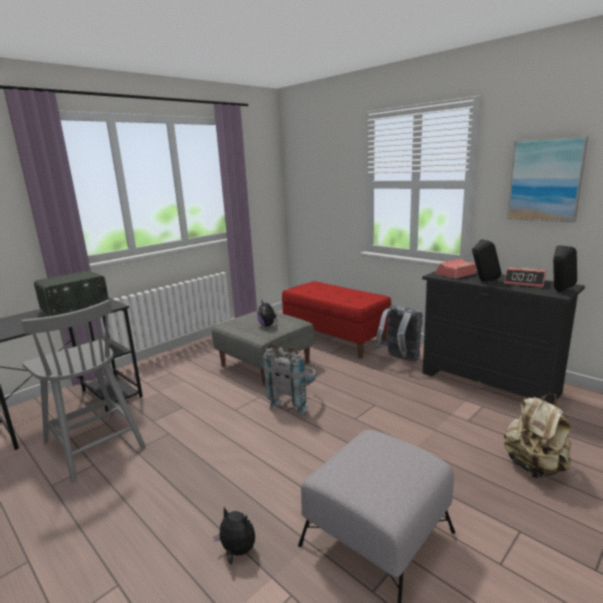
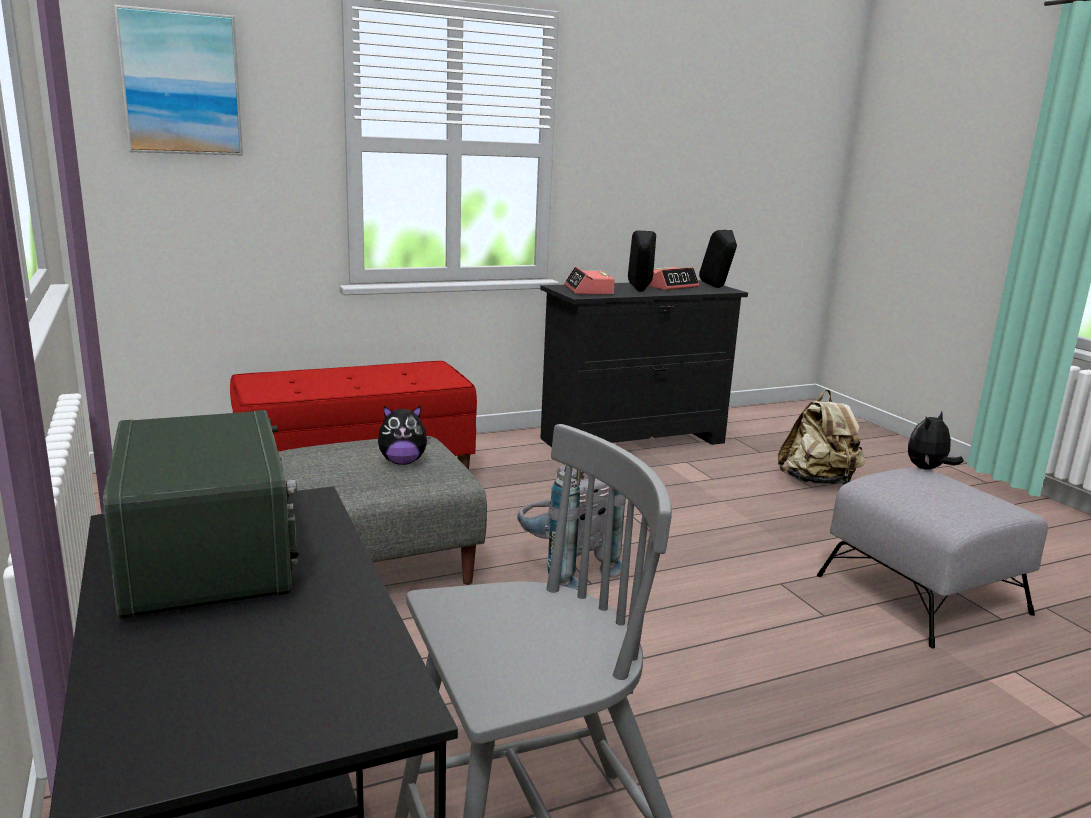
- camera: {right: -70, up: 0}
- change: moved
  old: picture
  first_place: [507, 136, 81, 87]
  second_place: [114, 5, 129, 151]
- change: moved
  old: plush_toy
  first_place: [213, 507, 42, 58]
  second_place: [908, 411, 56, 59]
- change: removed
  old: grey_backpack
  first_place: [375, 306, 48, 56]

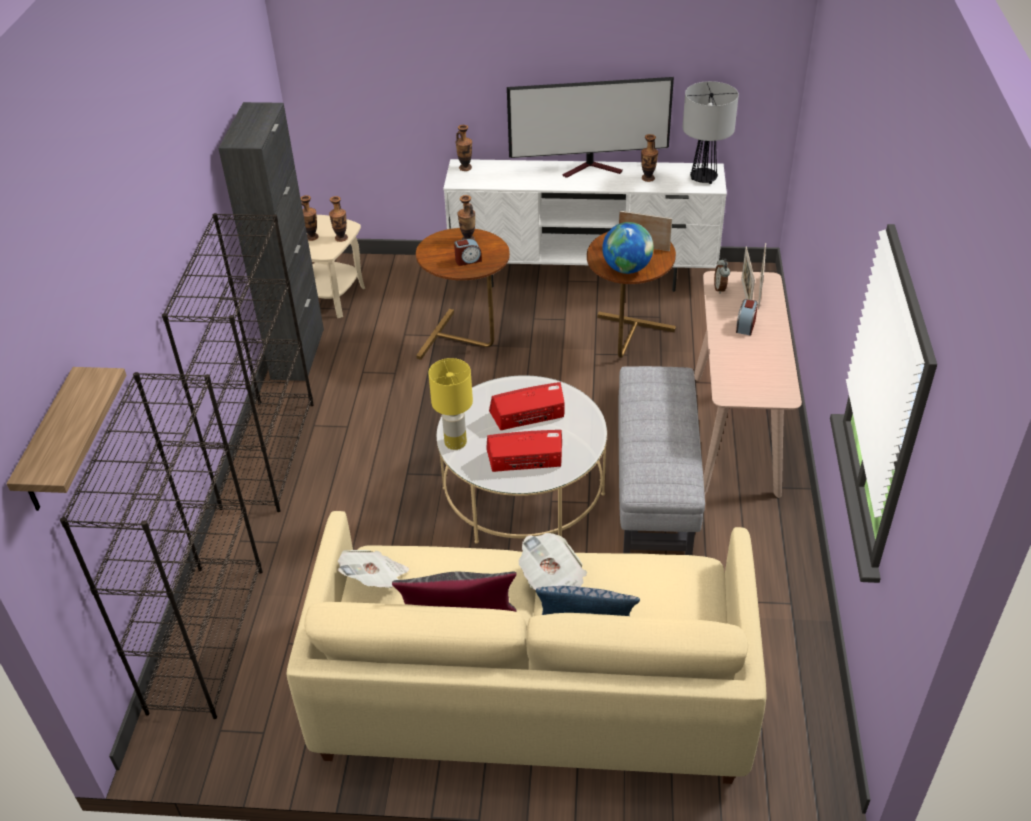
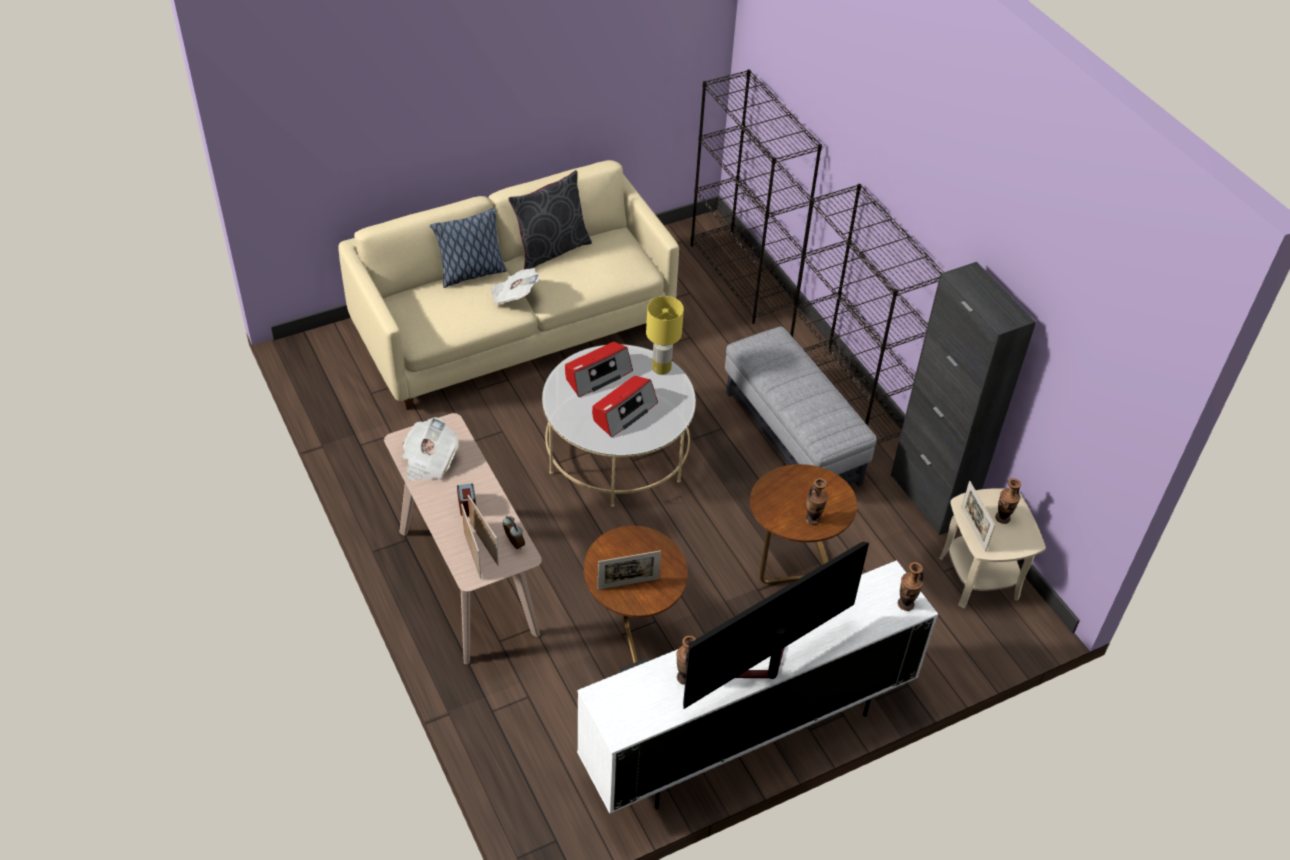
- camera: {right: 145, up: 5}
- change: moved
  old: newspaper
  first_place: [338, 550, 71, 38]
  second_place: [402, 417, 57, 64]
- change: moved
  old: grey_ottoman
  first_place: [618, 366, 87, 189]
  second_place: [725, 326, 152, 161]
- change: replaced
  old: vase
  new: picture_frame
  first_place: [329, 196, 19, 46]
  second_place: [961, 481, 34, 71]
- change: removed
  old: shelf
  first_place: [7, 367, 119, 144]
- change: removed
  old: alarm_clock
  first_place: [454, 239, 28, 27]
- change: removed
  old: globe
  first_place: [602, 222, 52, 52]
- change: removed
  old: table_lamp
  first_place: [682, 81, 57, 103]

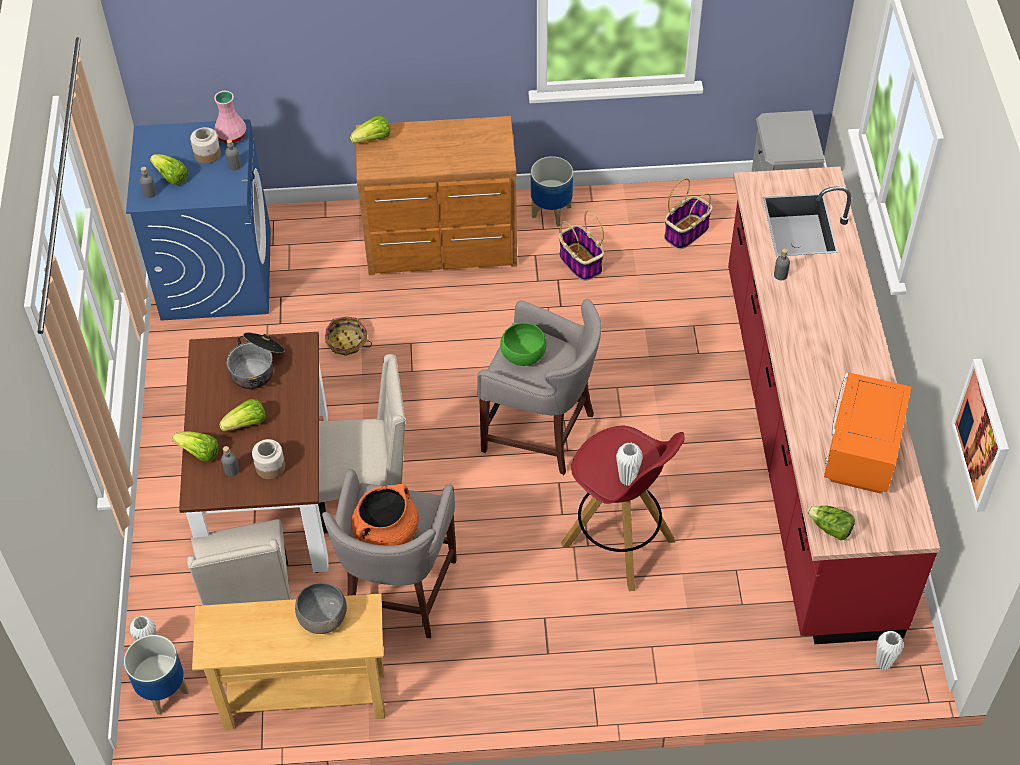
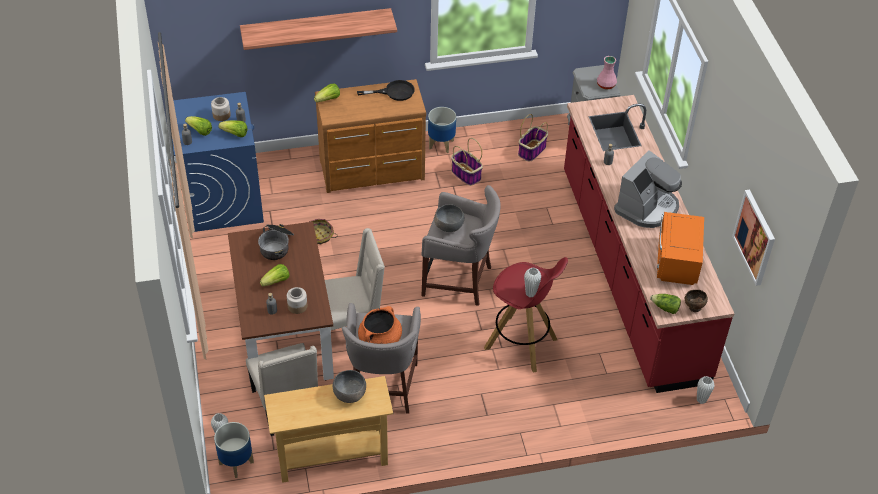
- camera: {right: -10, up: -5}
- change: moved
  old: lettuce
  first_place: [172, 431, 47, 30]
  second_place: [218, 120, 30, 17]
- change: added
  new: shelf
  second_place: [240, 8, 157, 42]
- change: added
  new: black_frying_pan
  second_place: [357, 80, 58, 21]
- change: recoloured
  old: green_bowl
  new: grey_bowl
  first_place: [500, 323, 47, 43]
  second_place: [434, 204, 30, 28]
- change: moved
  old: pink_vase
  first_place: [214, 90, 32, 53]
  second_place: [597, 56, 20, 34]
- change: added
  new: coffee_machine
  second_place: [614, 150, 68, 78]
- change: added
  new: brown_bowl
  second_place: [685, 290, 23, 22]

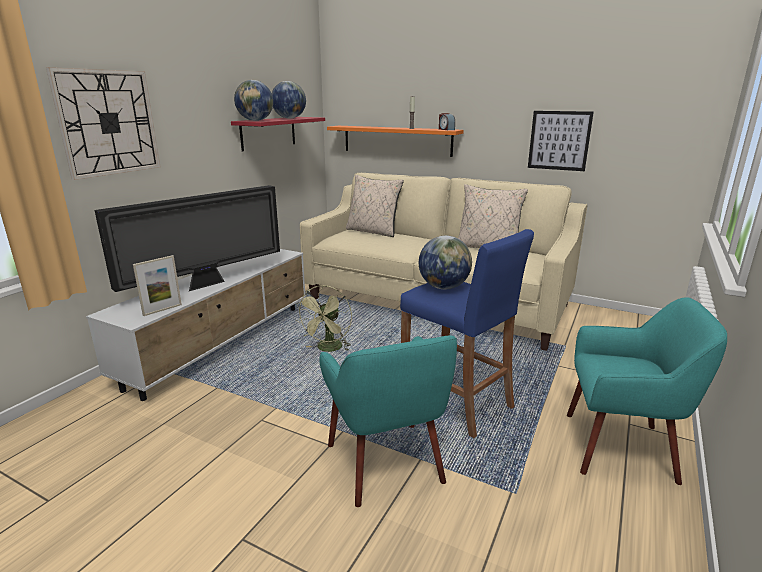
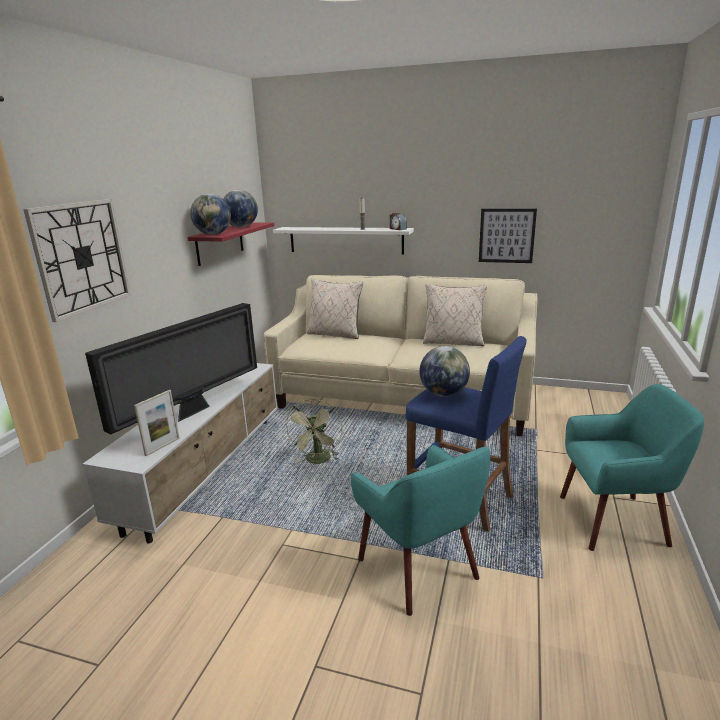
- camera: {right: -10, up: 0}
- change: recoloured
  old: orange_shelf
  new: white_shelf
  first_place: [327, 126, 137, 31]
  second_place: [273, 227, 141, 28]

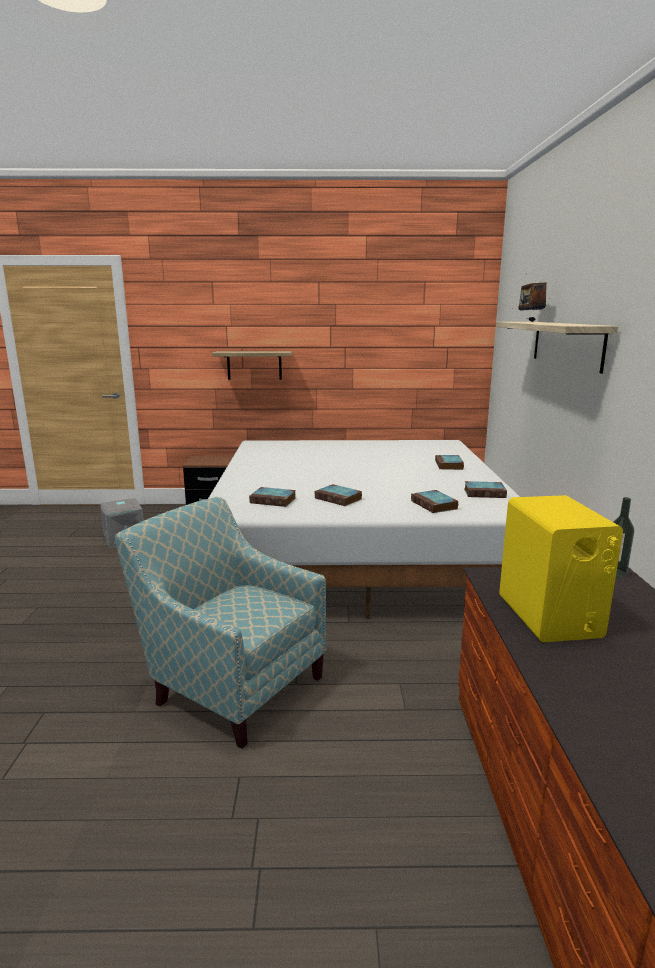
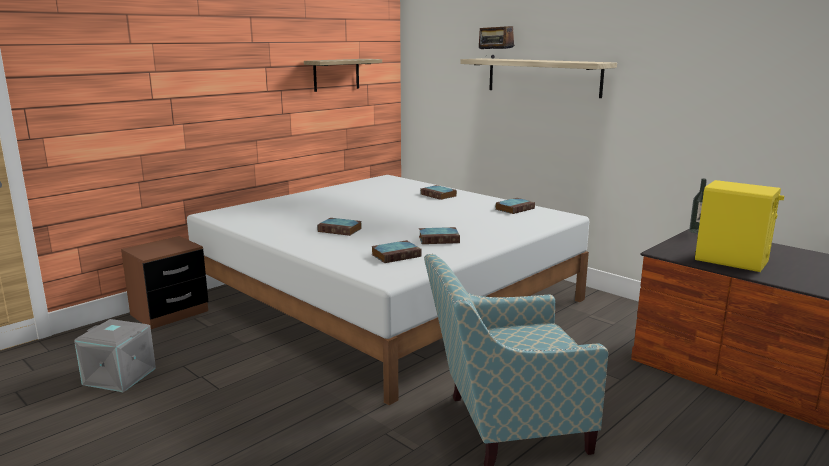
- camera: {right: -45, up: 0}
- change: moved
  old: shelf
  first_place: [212, 351, 80, 29]
  second_place: [304, 59, 78, 33]
- change: moved
  old: book
  first_place: [411, 490, 47, 23]
  second_place: [317, 218, 45, 18]

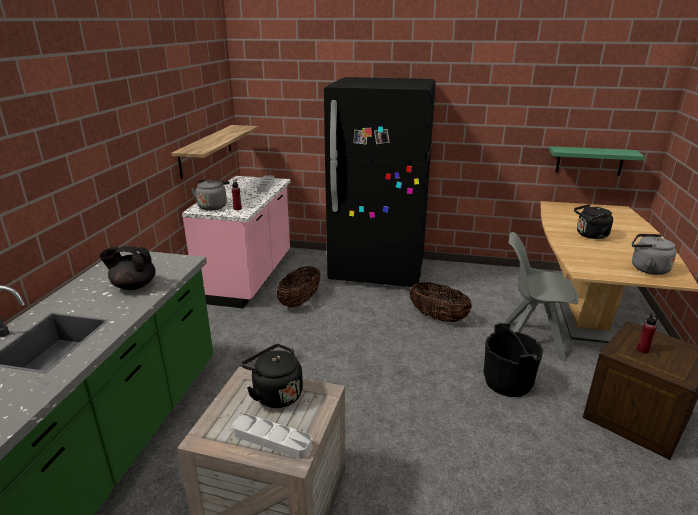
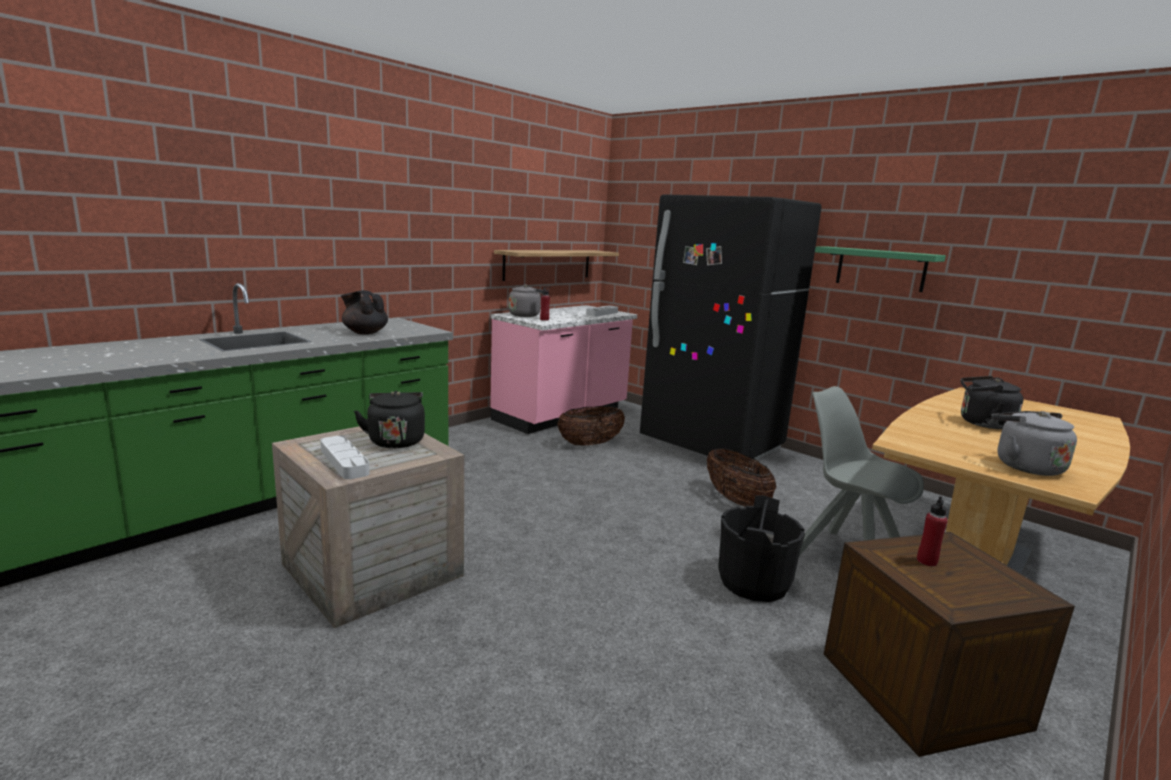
- camera: {right: 30, up: -10}
- change: moved
  old: green_shelf
  first_place: [549, 146, 96, 30]
  second_place: [815, 246, 131, 46]

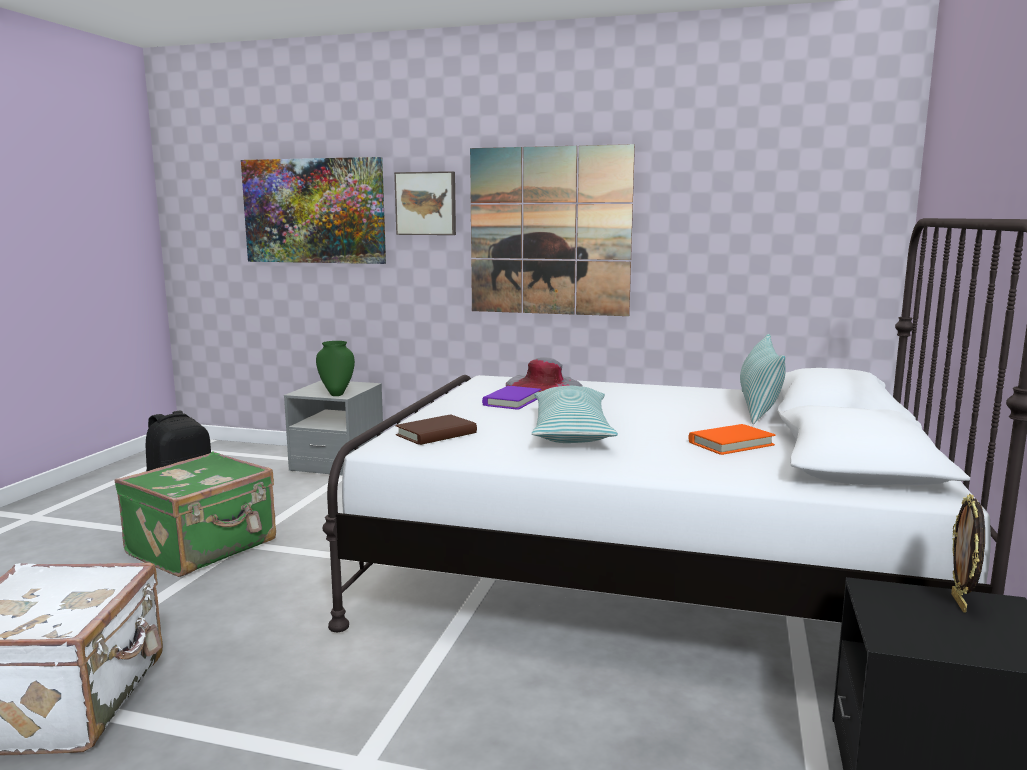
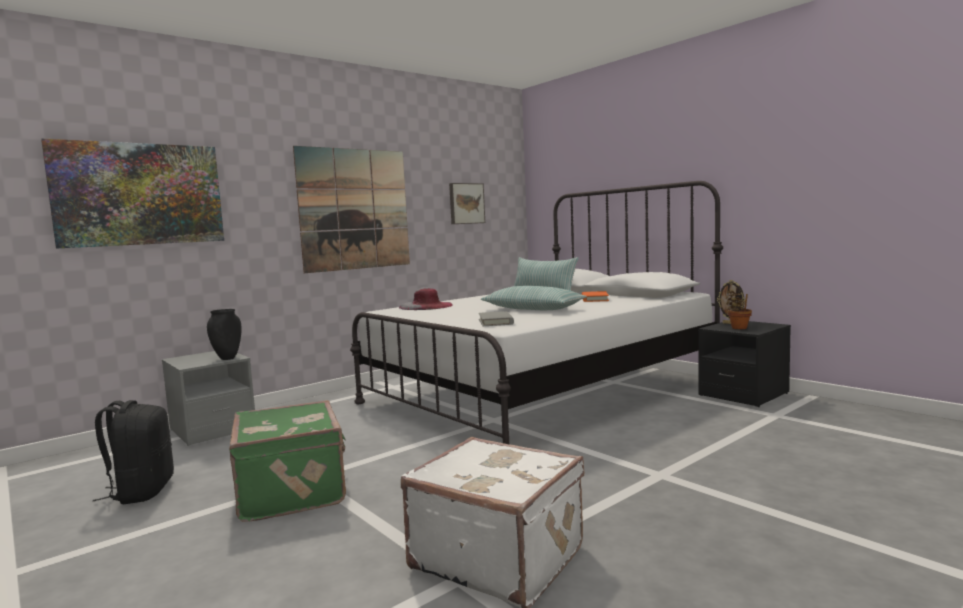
- camera: {right: -55, up: -5}
- change: recoloured
  old: green_vase
  new: black_vase
  first_place: [316, 341, 39, 55]
  second_place: [207, 309, 35, 51]
- change: moved
  old: picture
  first_place: [394, 171, 62, 64]
  second_place: [449, 183, 36, 41]
- change: recoloured
  old: brown_book
  new: grey_book
  first_place: [395, 414, 82, 31]
  second_place: [479, 311, 35, 15]
- change: added
  new: potted_plant
  second_place: [726, 290, 26, 39]
- change: removed
  old: purple_book
  first_place: [482, 386, 59, 24]

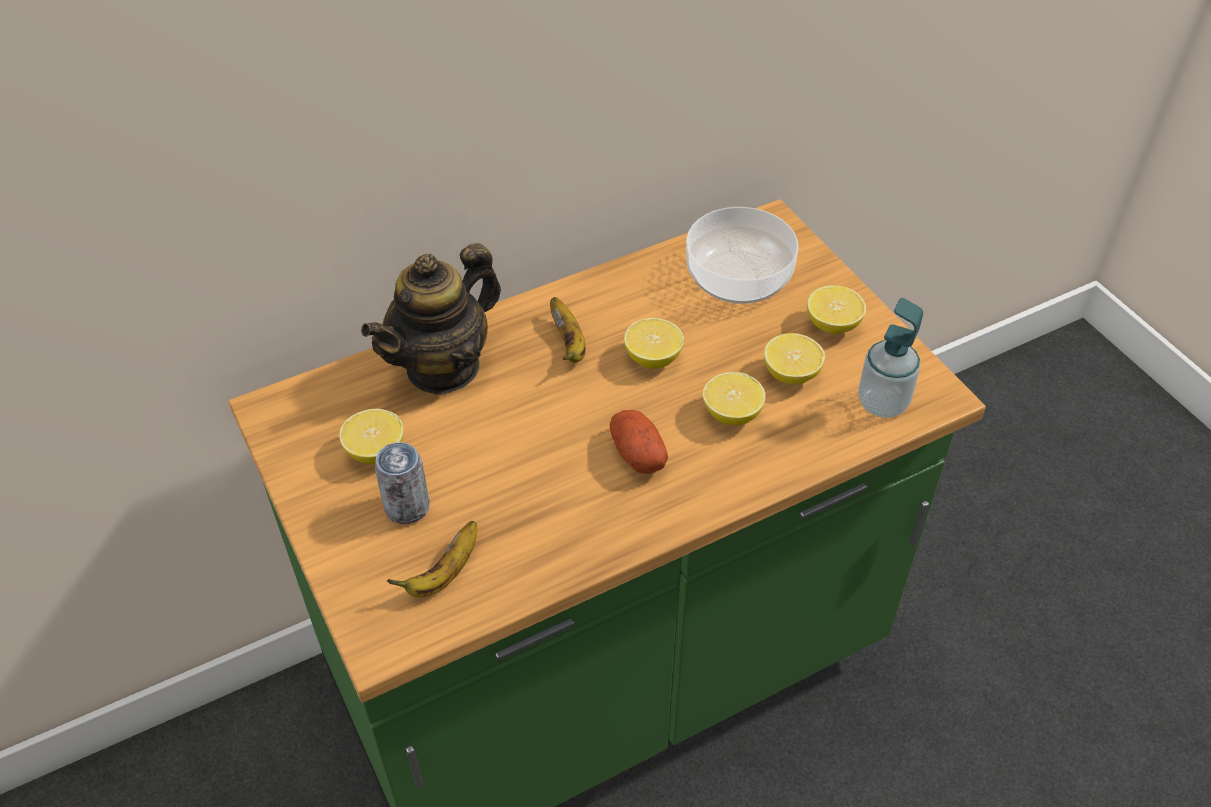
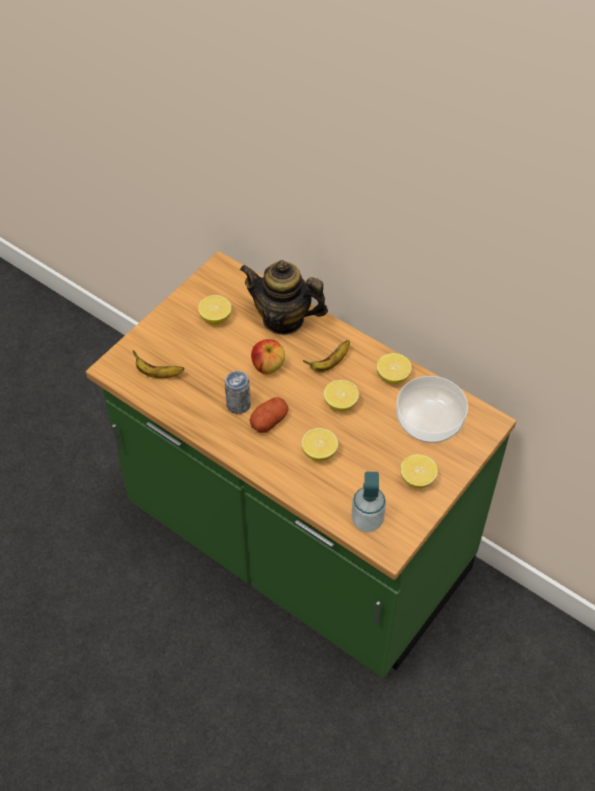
- camera: {right: 65, up: 5}
- change: moved
  old: can
  first_place: [375, 442, 55, 82]
  second_place: [225, 371, 26, 43]
- change: added
  new: apple
  second_place: [251, 339, 34, 35]
- change: moved
  old: lemon
  first_place: [764, 333, 61, 52]
  second_place: [376, 353, 36, 31]

